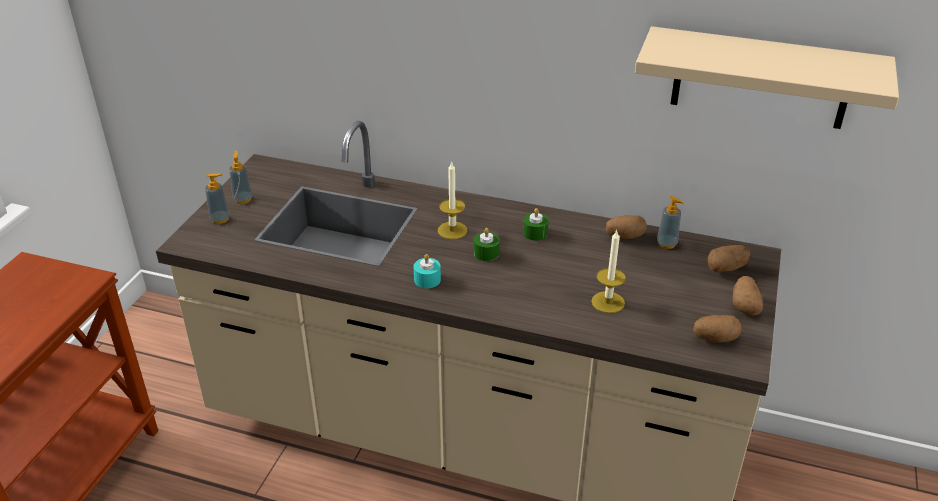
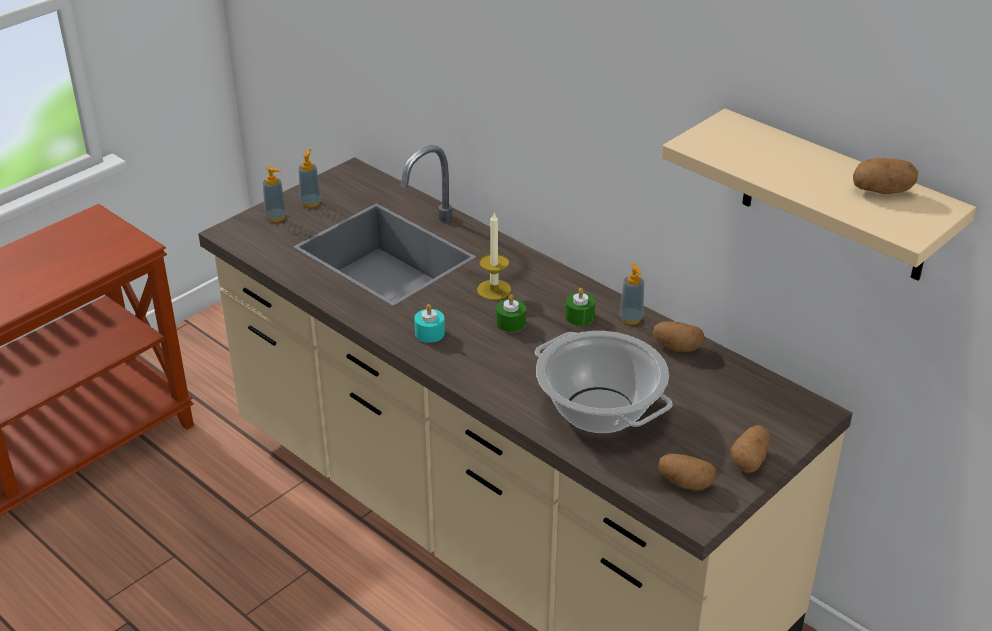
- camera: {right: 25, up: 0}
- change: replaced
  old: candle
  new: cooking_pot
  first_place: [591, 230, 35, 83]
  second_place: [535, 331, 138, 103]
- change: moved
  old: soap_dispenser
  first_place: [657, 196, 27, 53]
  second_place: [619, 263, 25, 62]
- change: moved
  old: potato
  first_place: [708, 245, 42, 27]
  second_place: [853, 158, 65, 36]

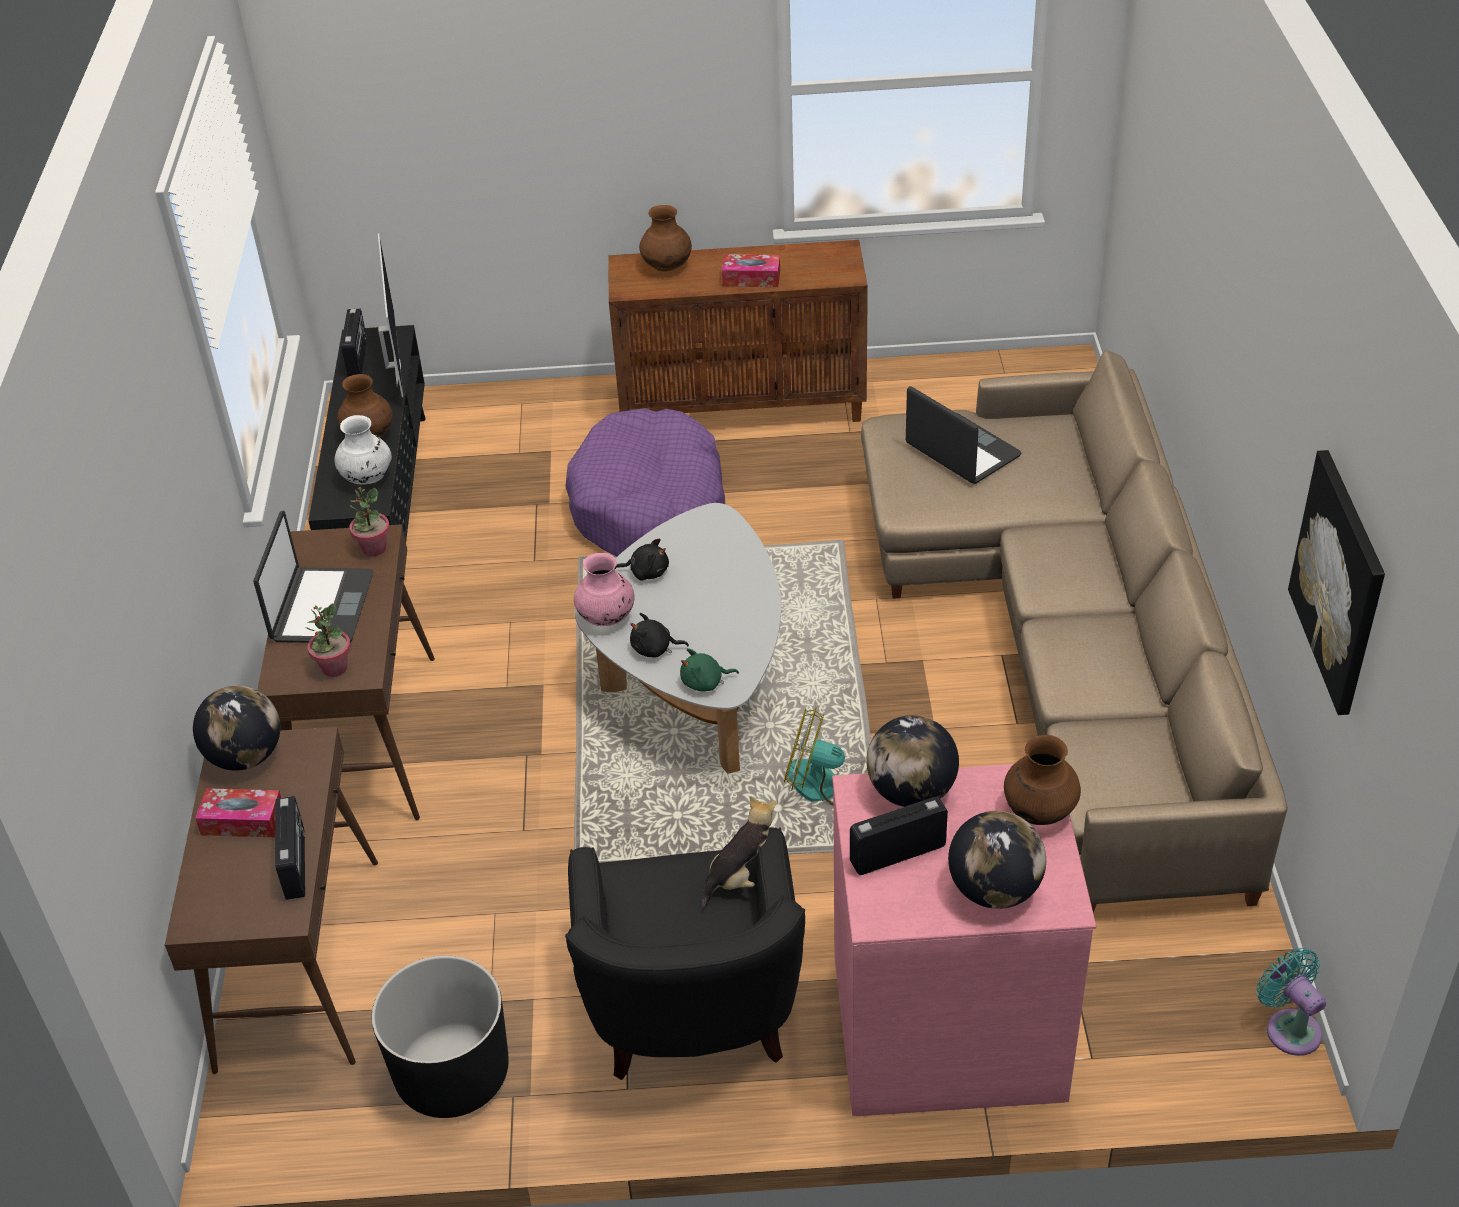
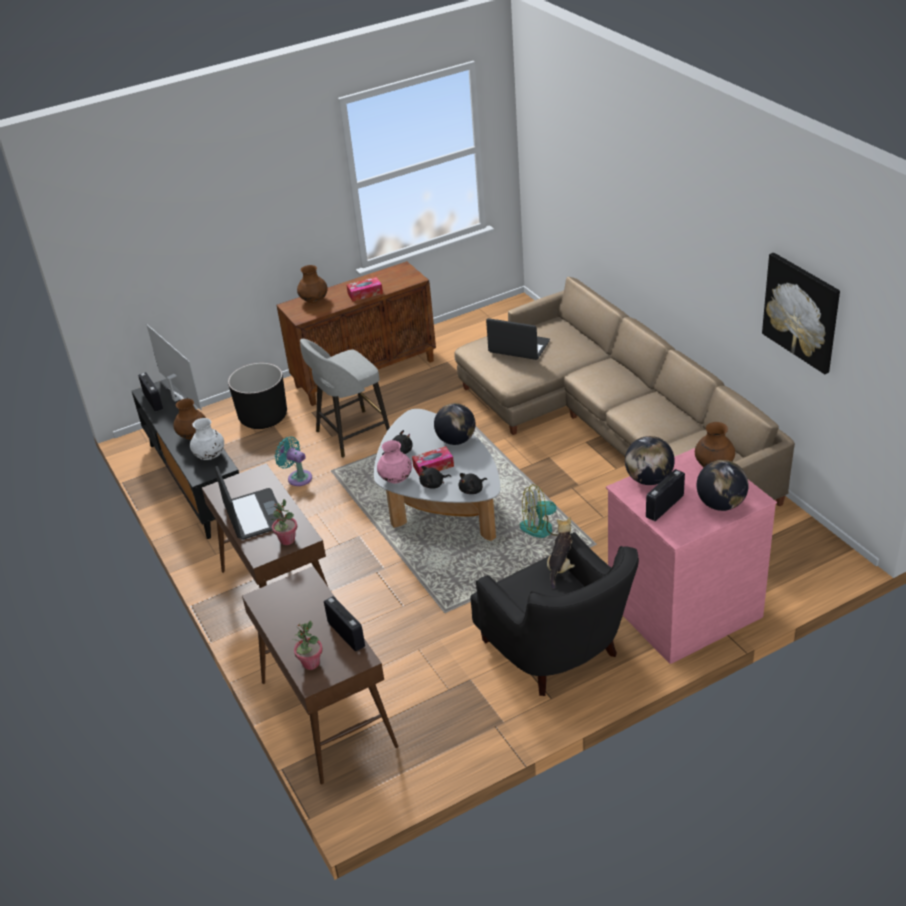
- camera: {right: -25, up: -5}
- change: moved
  old: black_planter
  first_place: [372, 955, 137, 163]
  second_place: [228, 363, 59, 66]
- change: moved
  old: turquoise_fan
  first_place: [1256, 948, 70, 108]
  second_place: [275, 437, 37, 49]
- change: moved
  old: potted_plant
  first_place: [349, 487, 41, 70]
  second_place: [293, 621, 30, 49]
- change: replaced
  old: purple_dog_bed
  new: grey_stool
  first_place: [565, 408, 160, 149]
  second_place: [300, 339, 90, 119]
- change: moved
  old: tissue_box
  first_place: [195, 788, 86, 49]
  second_place: [412, 446, 42, 31]
- change: moved
  old: globe
  first_place: [193, 686, 87, 85]
  second_place: [434, 403, 42, 42]
- change: recoloured
  old: green_plush_toy
  new: black_plush_toy
  first_place: [680, 648, 59, 44]
  second_place: [458, 473, 29, 21]

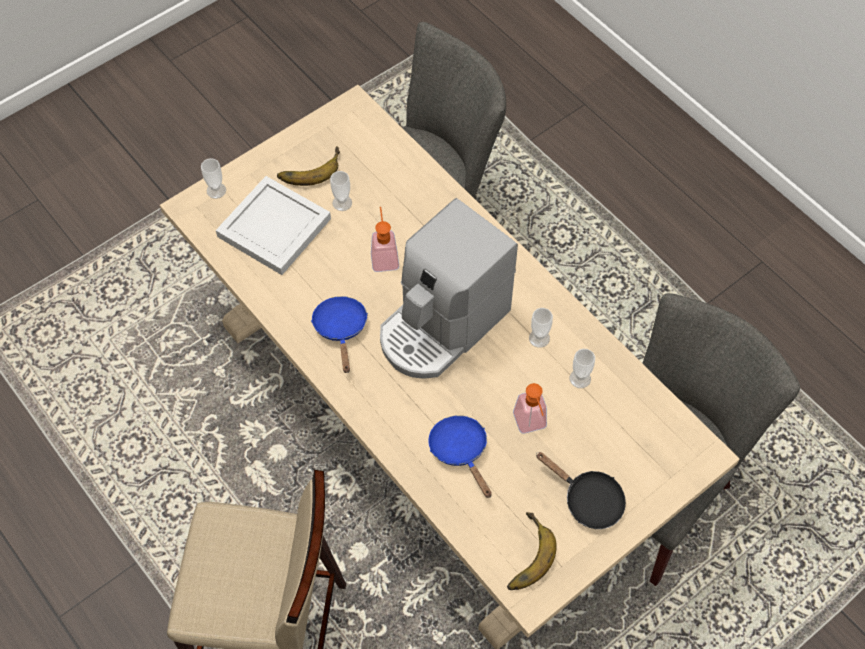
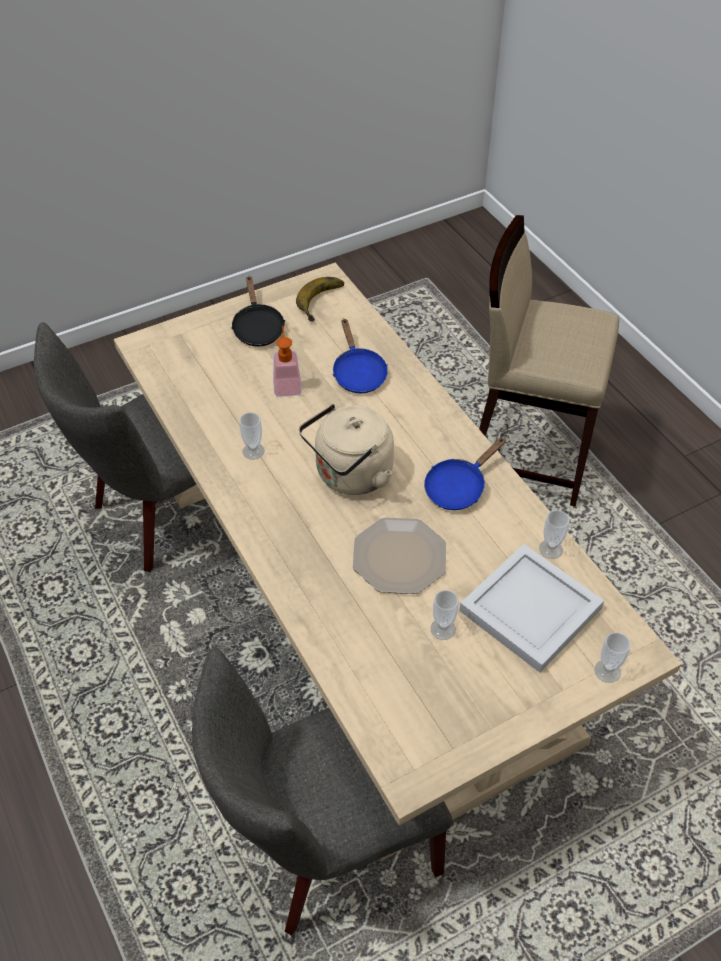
- camera: {right: -170, up: -10}
- change: turned
  old: black_frying_pan
  first_place: [536, 452, 90, 77]
  second_place: [231, 276, 54, 71]
  degrees: -150
- change: replaced
  old: coffee_machine
  new: beige_kettle
  first_place: [380, 198, 138, 181]
  second_place: [299, 404, 95, 91]
- change: replaced
  old: soap_dispenser
  new: plate
  first_place: [371, 207, 28, 65]
  second_place: [353, 518, 93, 76]
- change: turned
  old: blue_frying_pan
  first_place: [311, 296, 57, 77]
  second_place: [424, 437, 82, 73]
  degrees: 45
- change: moved
  old: cup
  first_place: [570, 349, 25, 39]
  second_place: [539, 510, 31, 49]
- change: removed
  old: banana
  first_place: [277, 146, 63, 40]

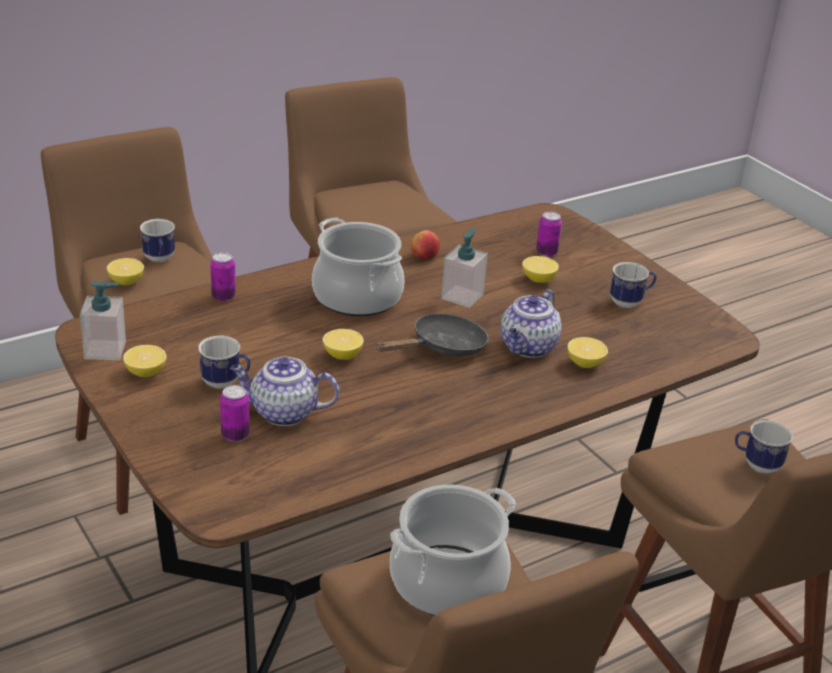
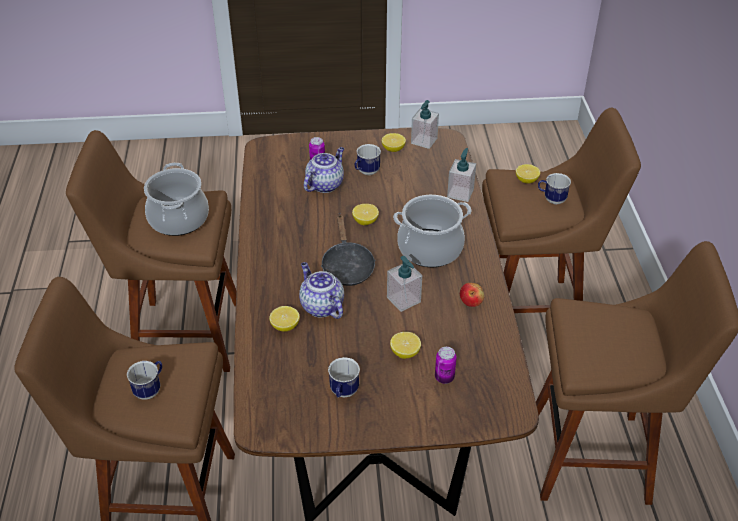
- camera: {right: 120, up: 10}
- change: replaced
  old: can
  new: soap_dispenser
  first_place: [210, 252, 26, 49]
  second_place: [447, 148, 29, 54]

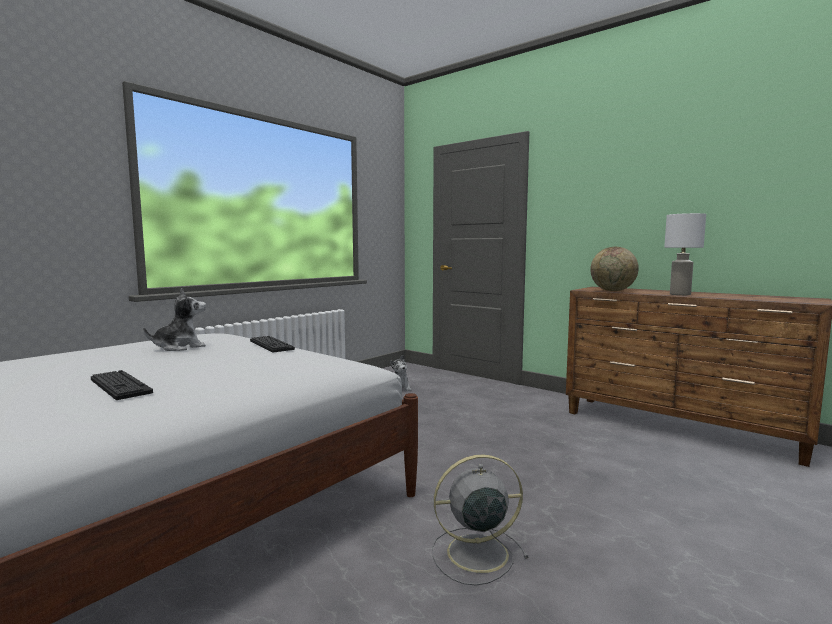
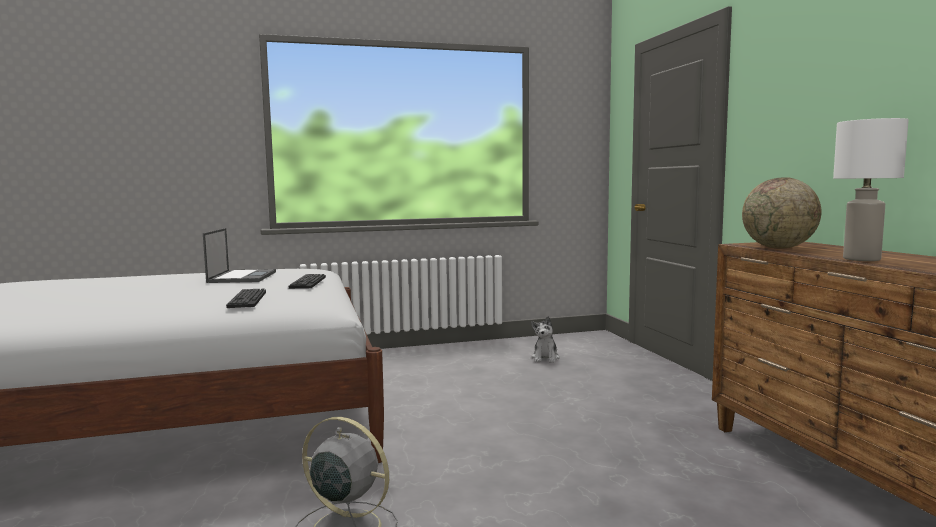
- camera: {right: 35, up: 0}
- change: replaced
  old: plush_toy
  new: laptop
  first_place: [143, 288, 63, 63]
  second_place: [203, 228, 73, 55]
- change: moved
  old: keyboard
  first_place: [91, 370, 62, 30]
  second_place: [226, 288, 40, 20]

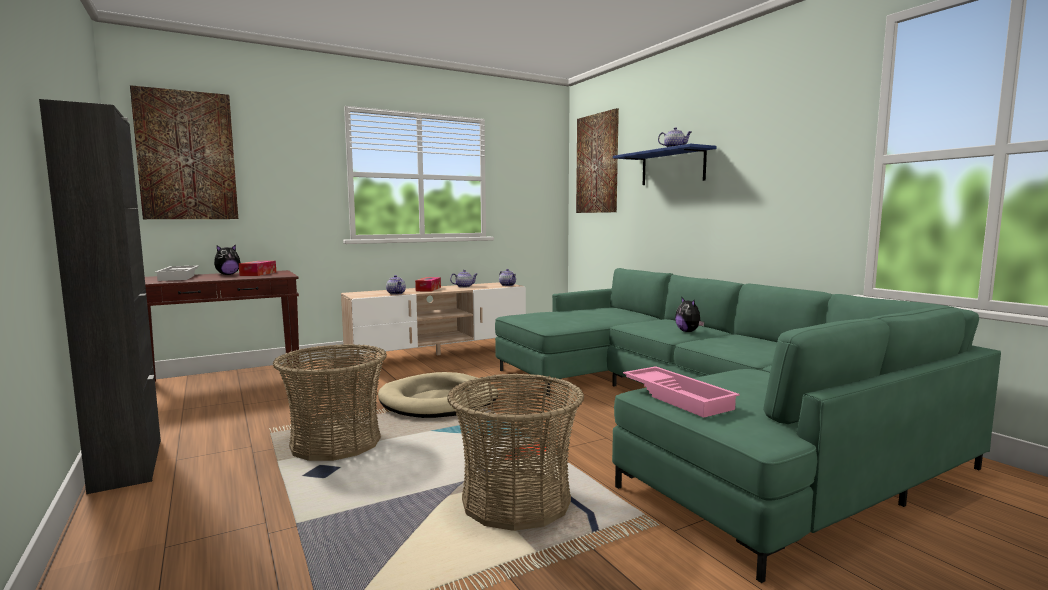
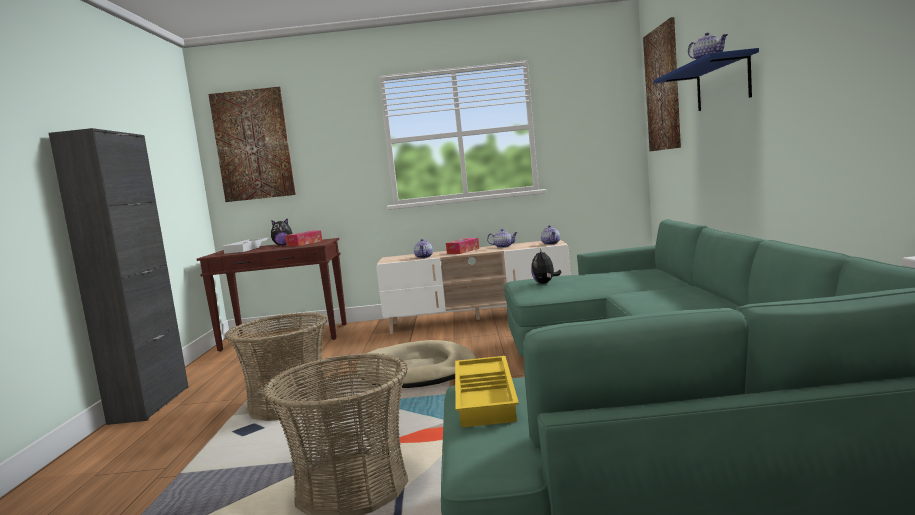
- camera: {right: 30, up: 0}
- change: recoloured
  old: pink_tray
  new: yellow_tray
  first_place: [623, 366, 117, 52]
  second_place: [455, 356, 64, 71]
- change: moved
  old: plush_toy
  first_place: [675, 298, 30, 34]
  second_place: [531, 249, 30, 35]

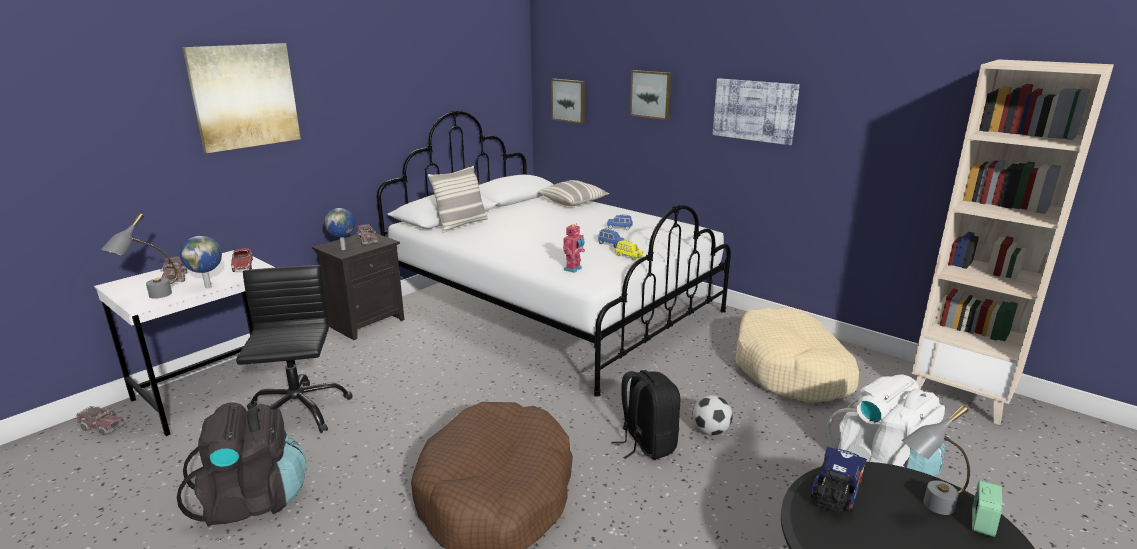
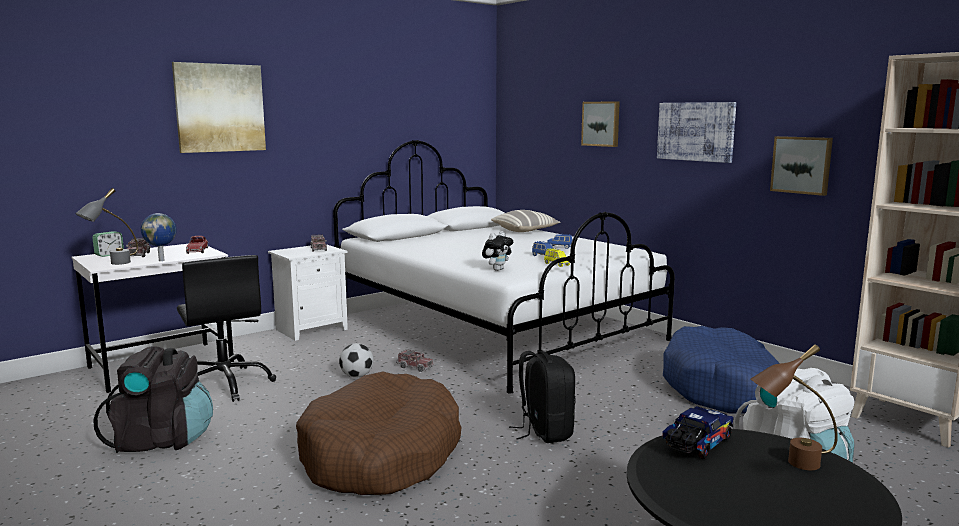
- camera: {right: 10, up: -10}
- change: moved
  old: alarm_clock
  first_place: [972, 480, 30, 57]
  second_place: [92, 231, 32, 26]
- change: turned
  old: black_office_chair
  first_place: [236, 265, 117, 168]
  second_place: [177, 255, 99, 147]
  degrees: 150
- change: recoloured
  old: black_nightstand
  new: white_nightstand
  first_place: [312, 233, 92, 107]
  second_place: [268, 244, 80, 97]
- change: moved
  old: football
  first_place: [693, 395, 40, 40]
  second_place: [339, 343, 35, 35]
- change: moved
  old: toy_truck
  first_place: [76, 406, 48, 29]
  second_place: [396, 349, 38, 23]
- change: replaced
  old: toy_robot
  new: plush_toy
  first_place: [563, 223, 22, 50]
  second_place: [482, 231, 31, 40]
- change: recoloured
  old: beige_dog_bed
  new: blue_dog_bed
  first_place: [735, 307, 124, 95]
  second_place: [663, 326, 117, 88]
- change: recoloured
  old: grey_table_lamp
  new: brown_table_lamp
  first_place: [902, 405, 68, 110]
  second_place: [751, 344, 87, 126]
- change: moved
  old: picture
  first_place: [551, 79, 34, 45]
  second_place: [770, 136, 63, 60]
- change: removed
  old: globe
  first_place: [324, 208, 31, 42]
- change: removed
  old: pillow
  first_place: [428, 166, 60, 67]

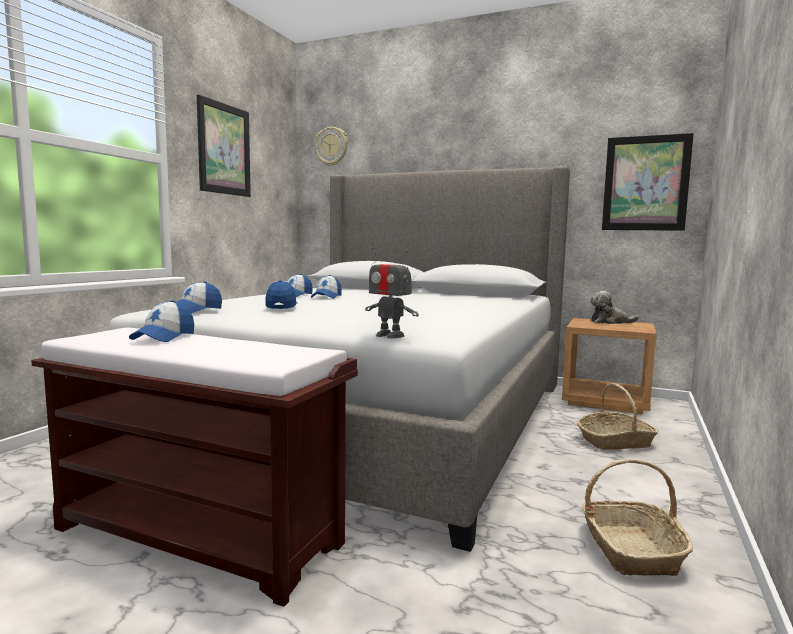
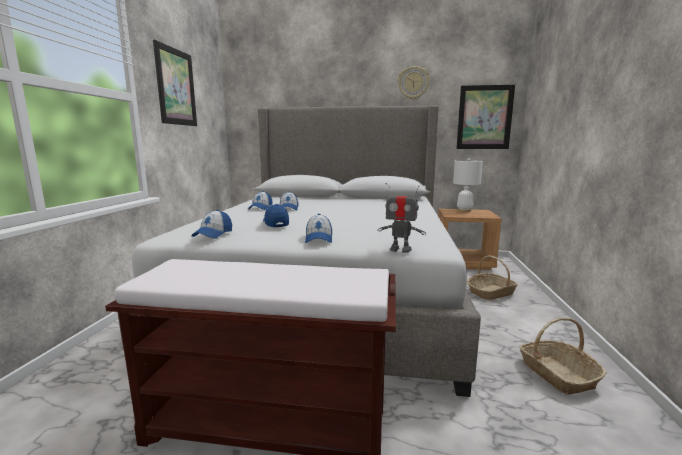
- camera: {right: -15, up: 5}
- change: moved
  old: cap
  first_place: [129, 301, 65, 41]
  second_place: [305, 214, 27, 29]
- change: moved
  old: wall_clock
  first_place: [314, 127, 34, 39]
  second_place: [398, 66, 32, 34]
- change: replaced
  old: plush_toy
  new: white_table_lamp
  first_place: [590, 291, 49, 33]
  second_place: [453, 158, 30, 54]

